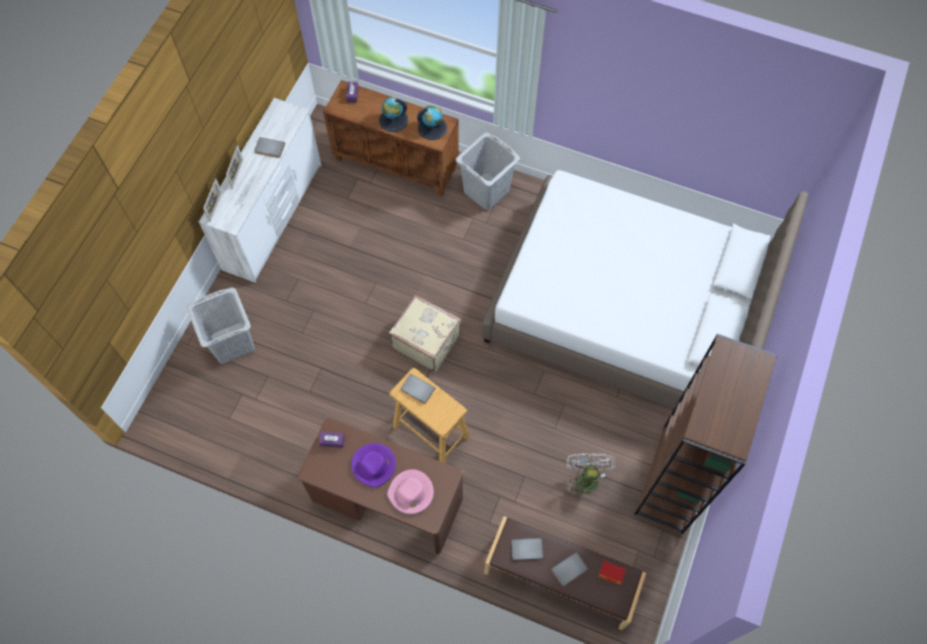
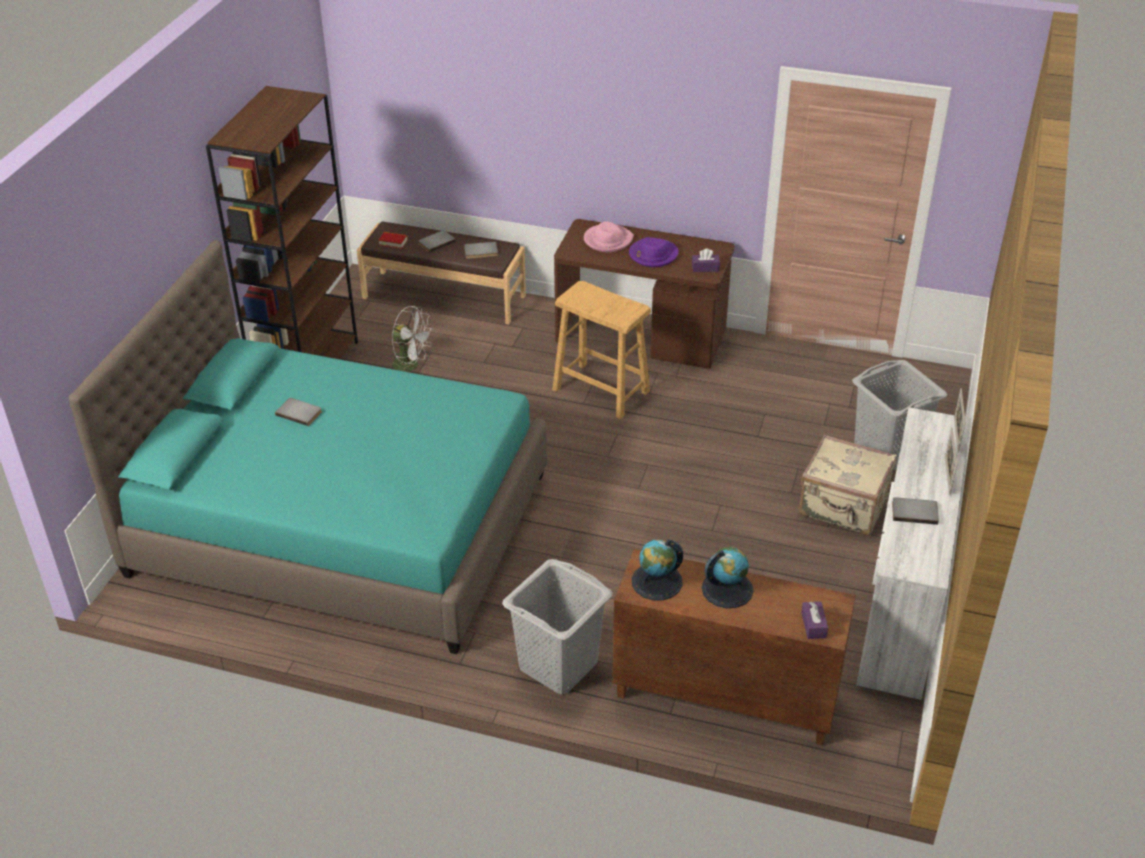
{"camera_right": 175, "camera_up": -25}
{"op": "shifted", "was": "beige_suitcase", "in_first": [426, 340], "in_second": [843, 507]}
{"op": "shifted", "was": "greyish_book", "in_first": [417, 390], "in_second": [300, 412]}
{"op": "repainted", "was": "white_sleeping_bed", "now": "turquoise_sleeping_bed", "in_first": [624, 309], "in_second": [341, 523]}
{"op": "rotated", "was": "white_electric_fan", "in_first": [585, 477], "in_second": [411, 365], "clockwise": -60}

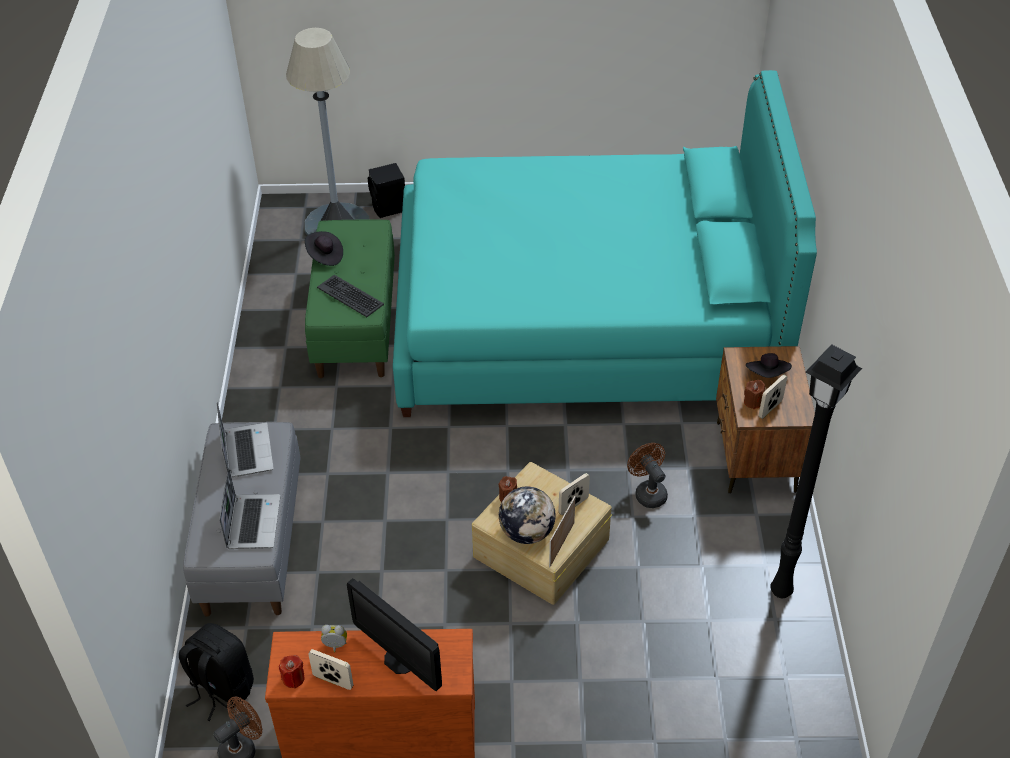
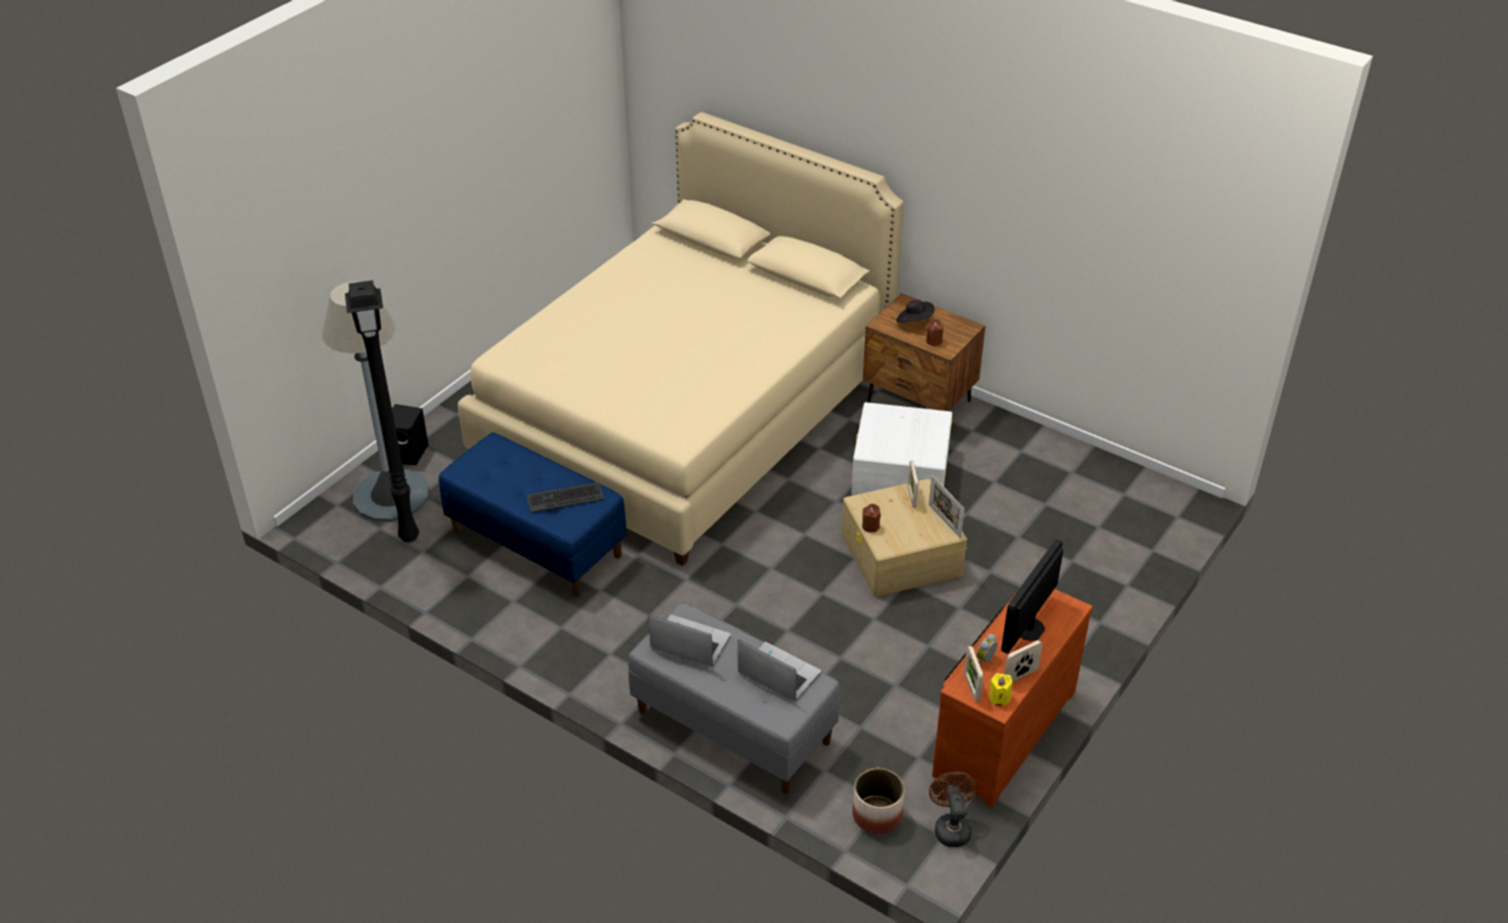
{"camera_right": -55, "camera_up": -5}
{"op": "gone", "was": "black_hat", "in_first": [325, 256]}
{"op": "gone", "was": "world_globe", "in_first": [527, 532]}
{"op": "shifted", "was": "picture_frame", "in_first": [770, 409], "in_second": [971, 687]}
{"op": "shifted", "was": "black_floor_lamp", "in_first": [781, 592], "in_second": [410, 537]}
{"op": "swapped", "was": "black_backpack", "now": "planter", "in_first": [221, 688], "in_second": [877, 815]}
{"op": "swapped", "was": "brown_electric_fan", "now": "white_storage_container", "in_first": [648, 492], "in_second": [900, 471]}
{"op": "repainted", "was": "red-coloured_wax_candle", "now": "yellow_wax_candle", "in_first": [293, 678], "in_second": [999, 698]}
{"op": "repainted", "was": "green_bench", "now": "bluish_bench", "in_first": [356, 324], "in_second": [538, 543]}
{"op": "repainted", "was": "turquoise_sleeping_bed", "now": "beige_sleeping_bed", "in_first": [584, 320], "in_second": [686, 412]}
{"op": "rotated", "was": "monitor", "in_first": [400, 660], "in_second": [1030, 629], "clockwise": 135}

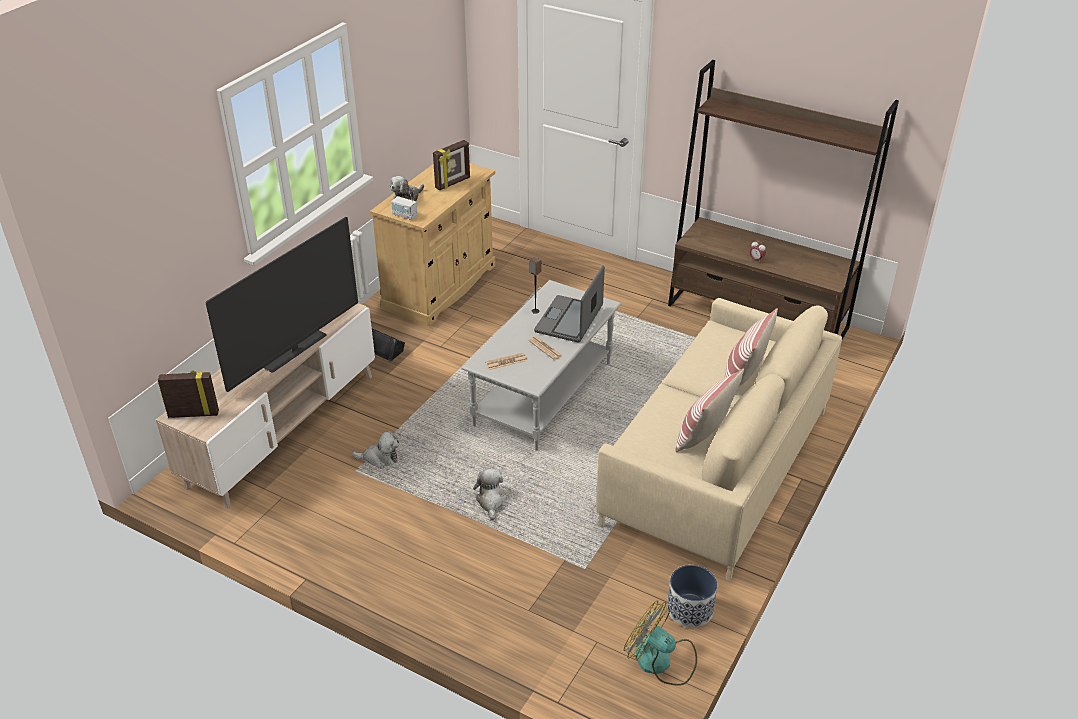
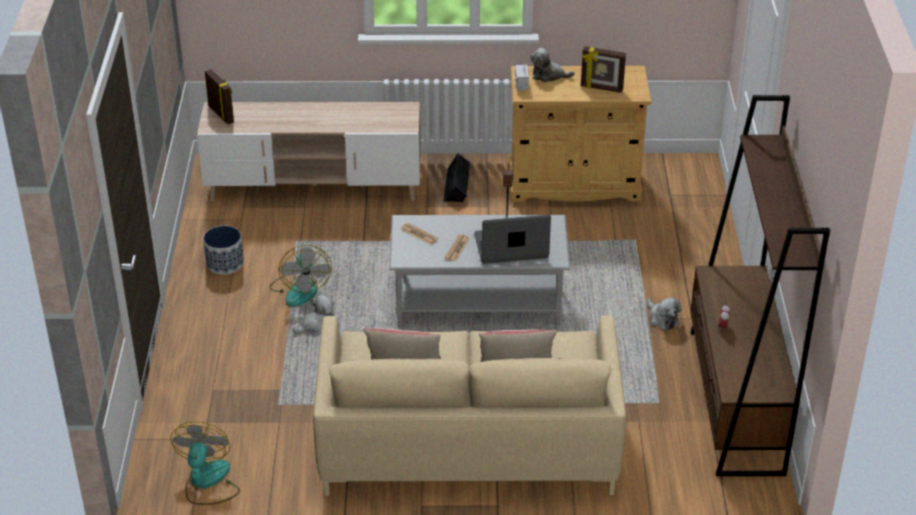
{"camera_right": 60, "camera_up": 0}
{"op": "gone", "was": "TV_set", "in_first": [295, 351]}
{"op": "new", "now": "electric_fan", "in_second": [300, 289]}
{"op": "shifted", "was": "soft_toy", "in_first": [380, 458], "in_second": [662, 319]}
{"op": "shifted", "was": "planter", "in_first": [690, 610], "in_second": [224, 263]}

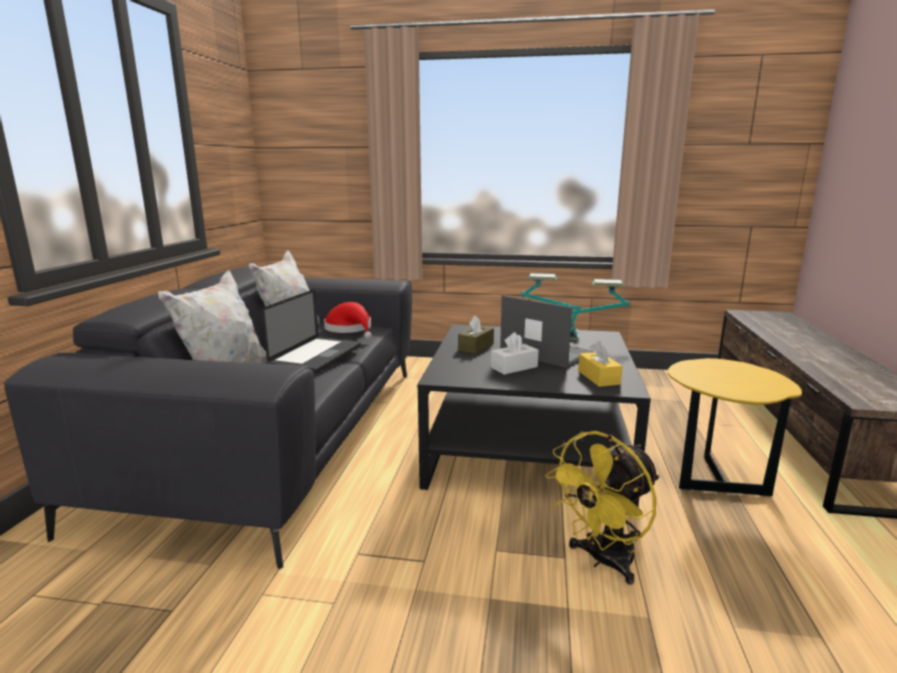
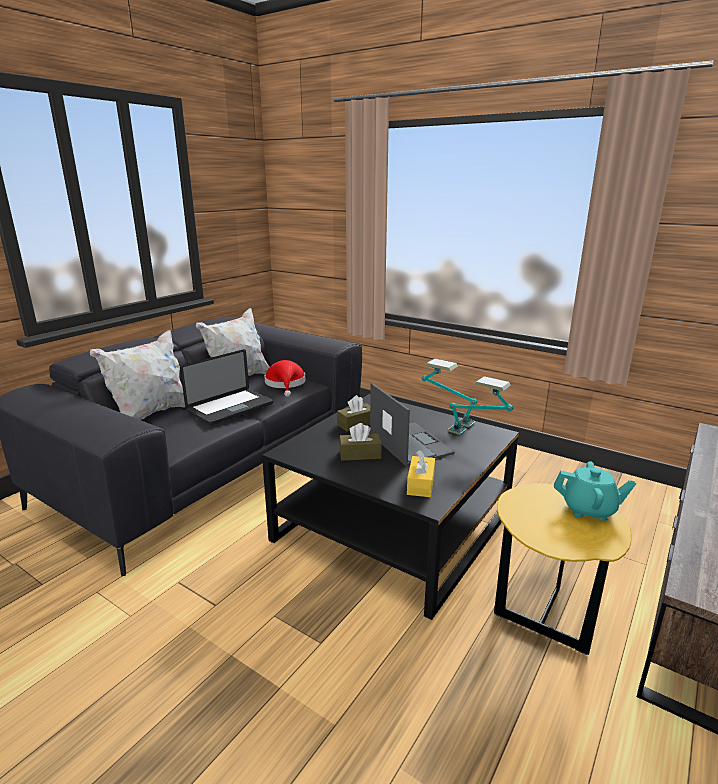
{"camera_right": 25, "camera_up": 5}
{"op": "gone", "was": "yellow_electric_fan", "in_first": [603, 561]}
{"op": "new", "now": "turquoise_pot_for_tea", "in_second": [589, 510]}
{"op": "repainted", "was": "white_tissue_holder", "now": "brown_tissue_holder", "in_first": [514, 367], "in_second": [360, 454]}

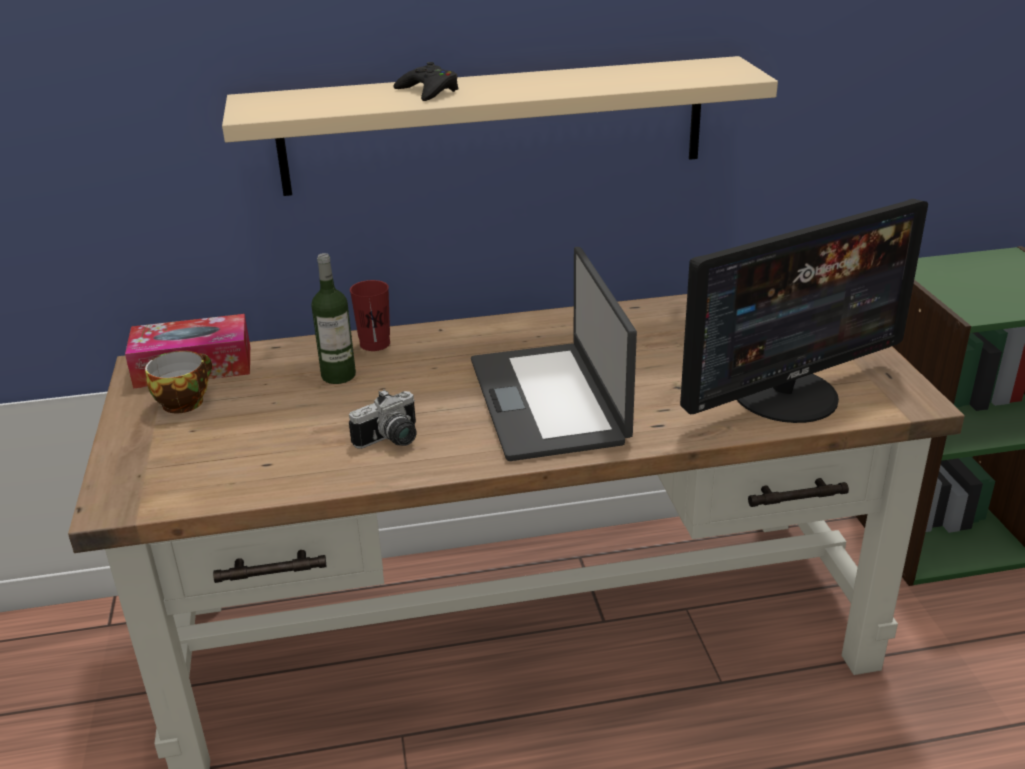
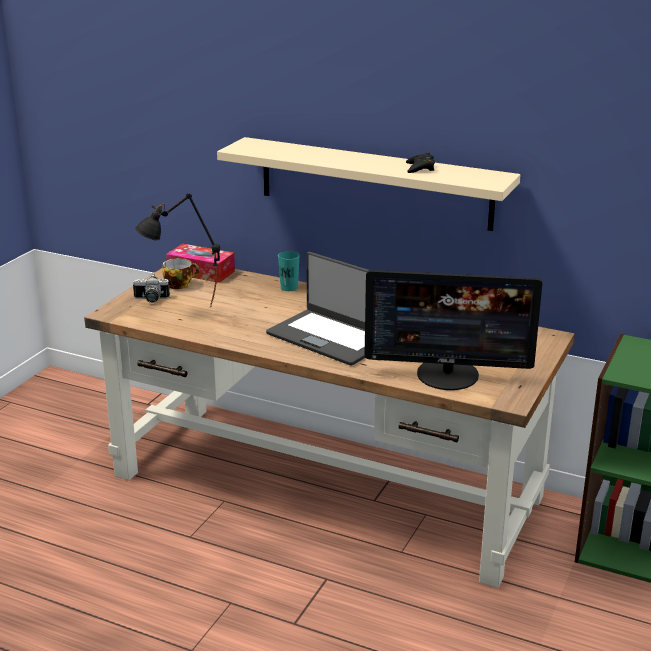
{"camera_right": 35, "camera_up": -5}
{"op": "gone", "was": "drink_bottle", "in_first": [338, 375]}
{"op": "new", "now": "black_table_lamp", "in_second": [182, 312]}
{"op": "shifted", "was": "photo_camera", "in_first": [391, 440], "in_second": [151, 300]}
{"op": "shifted", "was": "black_game_controller", "in_first": [428, 91], "in_second": [420, 168]}
{"op": "repainted", "was": "red-coloured_drinking_cup", "now": "turquoise_drinking_cup", "in_first": [375, 344], "in_second": [289, 288]}
{"op": "rotated", "was": "laptop", "in_first": [549, 400], "in_second": [330, 337], "clockwise": -75}

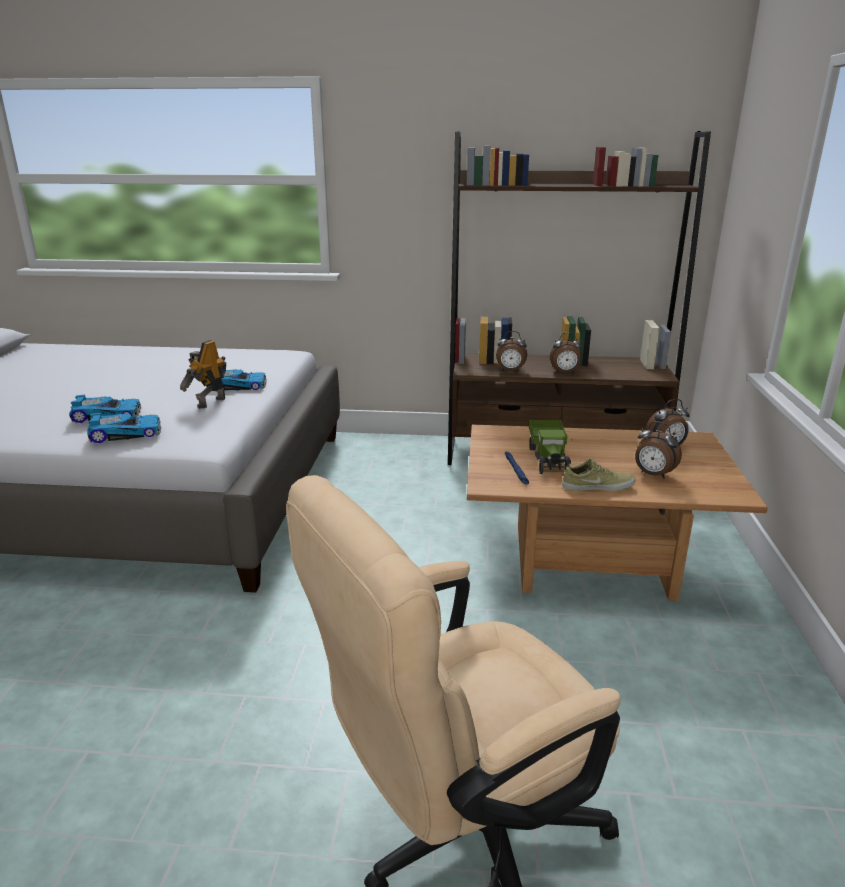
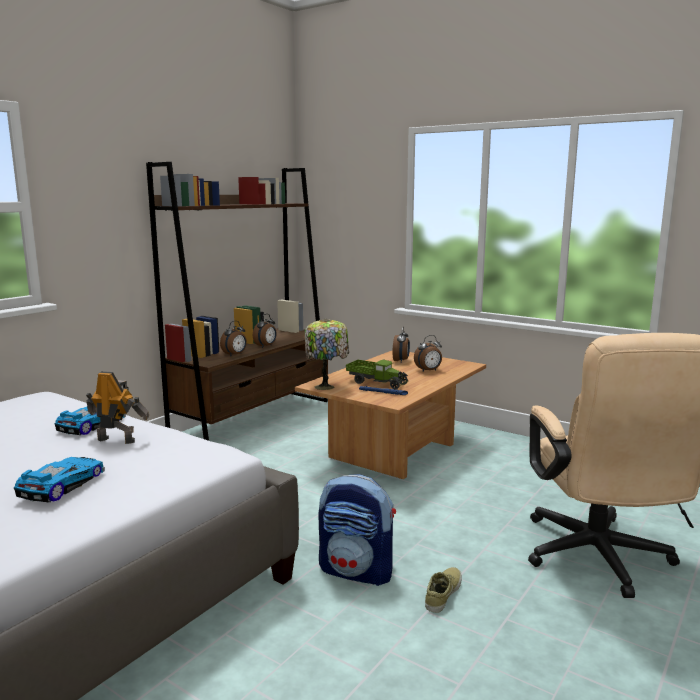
{"camera_right": -60, "camera_up": -10}
{"op": "gone", "was": "miniature_car", "in_first": [126, 433]}
{"op": "new", "now": "table_lamp", "in_second": [326, 387]}
{"op": "new", "now": "backpack", "in_second": [357, 571]}
{"op": "shifted", "was": "beige_low_shoe", "in_first": [597, 486], "in_second": [442, 593]}
{"op": "rotated", "was": "robot_figure", "in_first": [210, 402], "in_second": [117, 439], "clockwise": 135}

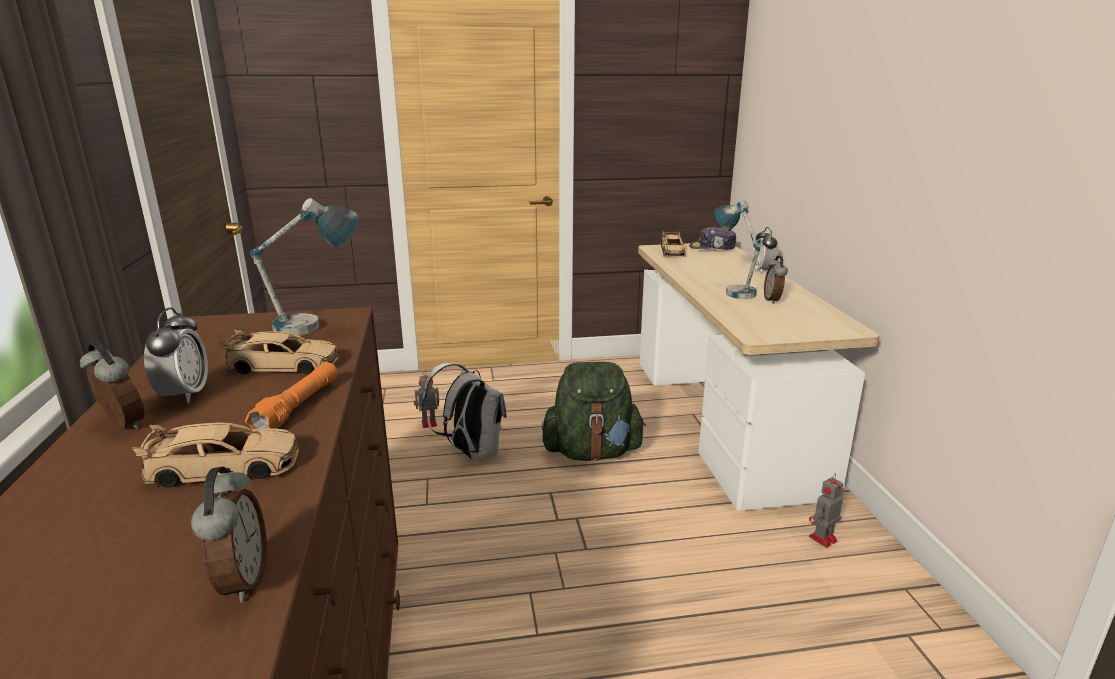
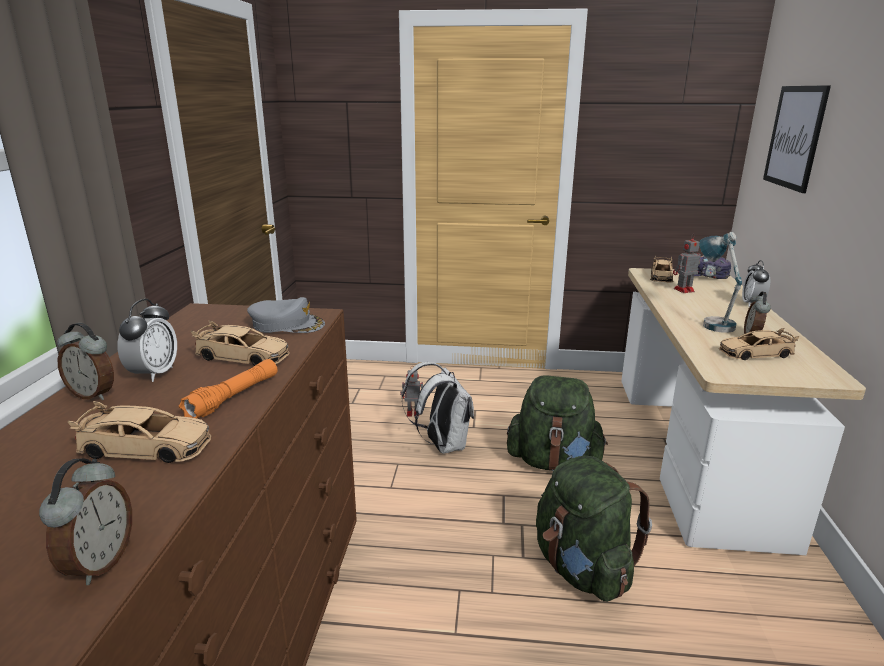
{"camera_right": 15, "camera_up": 0}
{"op": "new", "now": "green_backpack", "in_second": [582, 568]}
{"op": "new", "now": "beige_miniature_car", "in_second": [755, 353]}
{"op": "new", "now": "wall_art", "in_second": [794, 137]}
{"op": "shifted", "was": "robot_figure", "in_first": [822, 539], "in_second": [683, 290]}
{"op": "swapped", "was": "table_lamp", "now": "greyish_cap", "in_first": [316, 328], "in_second": [287, 324]}
{"op": "rotated", "was": "bedside_clock", "in_first": [121, 425], "in_second": [94, 394], "clockwise": 150}

